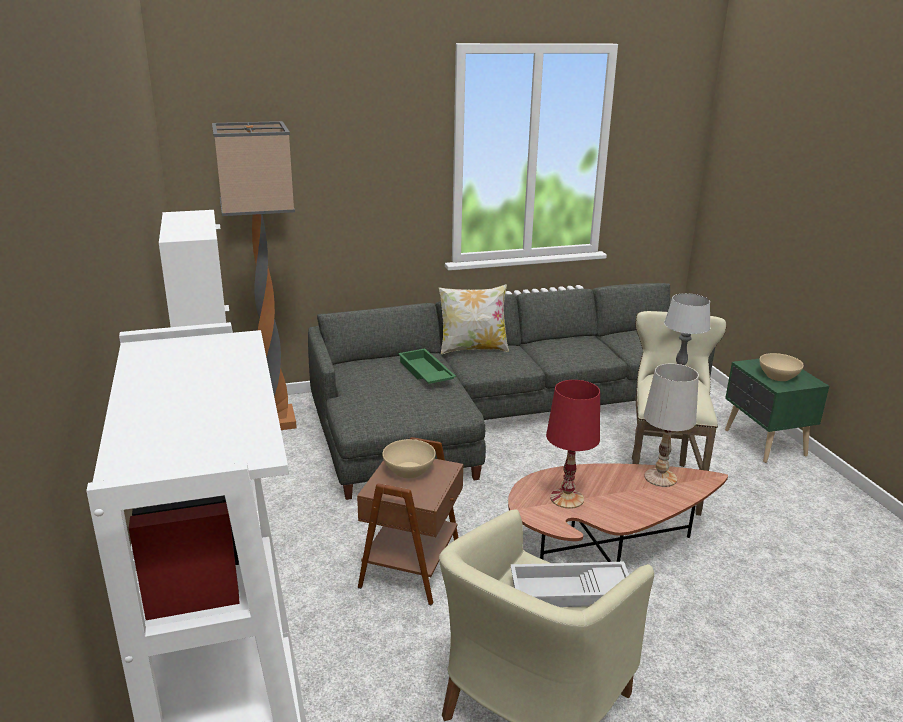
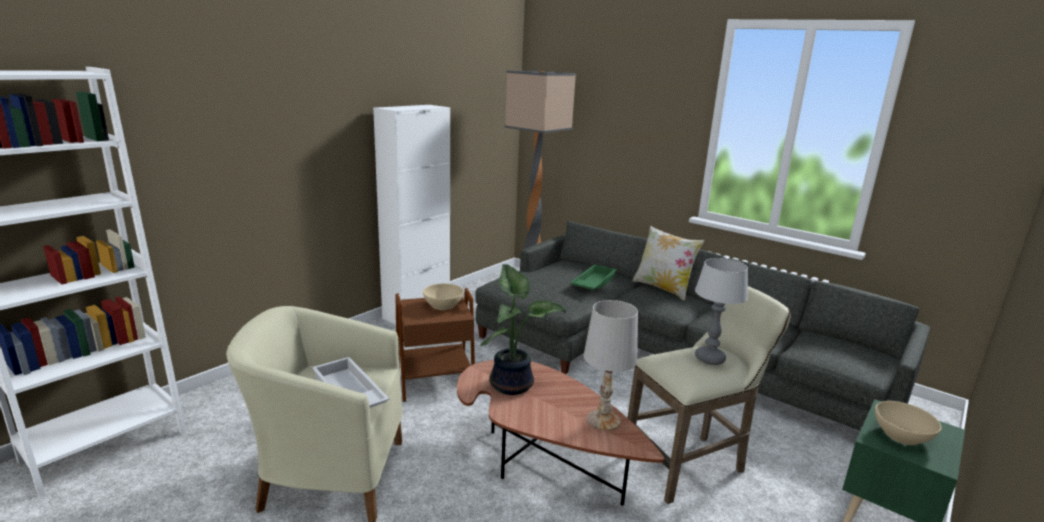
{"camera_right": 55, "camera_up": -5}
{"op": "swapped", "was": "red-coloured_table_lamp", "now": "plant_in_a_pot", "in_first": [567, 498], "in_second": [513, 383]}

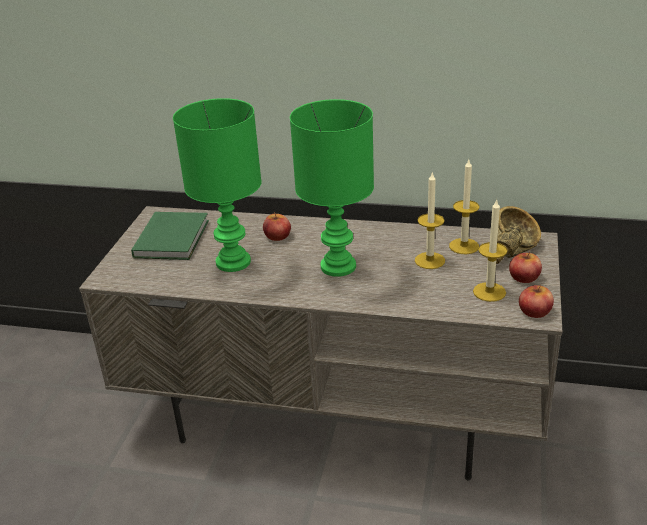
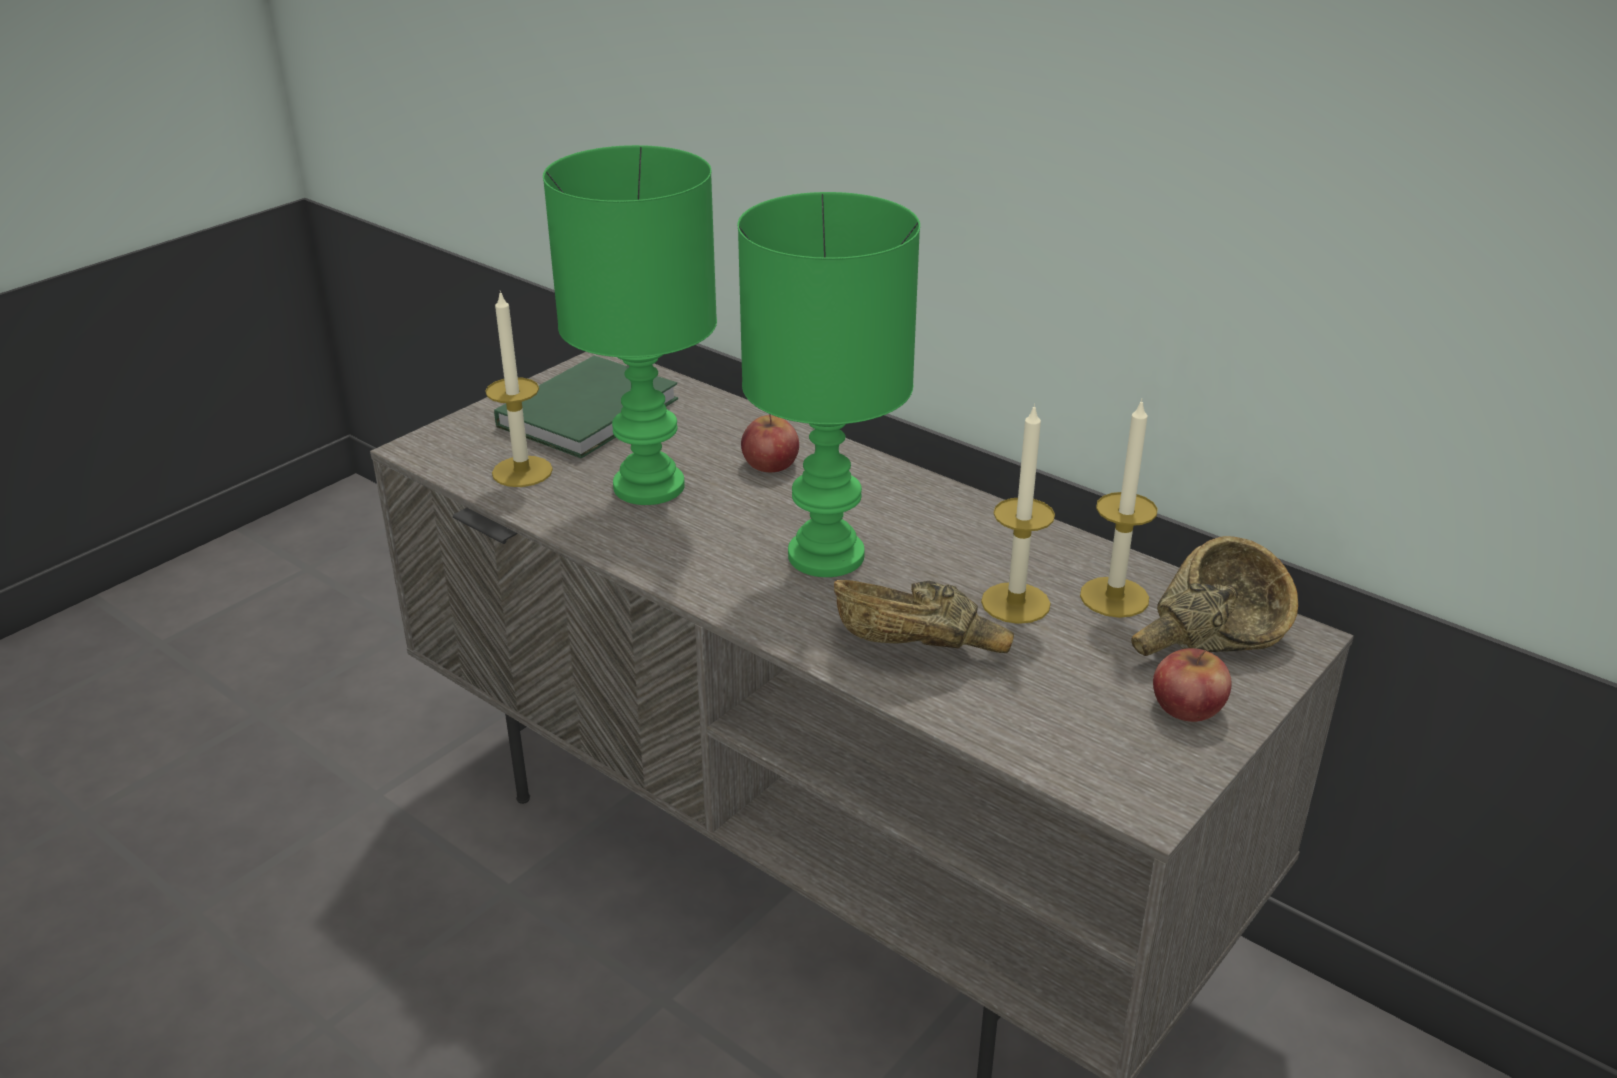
{"camera_right": 25, "camera_up": 0}
{"op": "gone", "was": "apple", "in_first": [534, 311]}
{"op": "new", "now": "brown_bowl", "in_second": [921, 644]}
{"op": "shifted", "was": "wax_candle", "in_first": [489, 292], "in_second": [522, 471]}

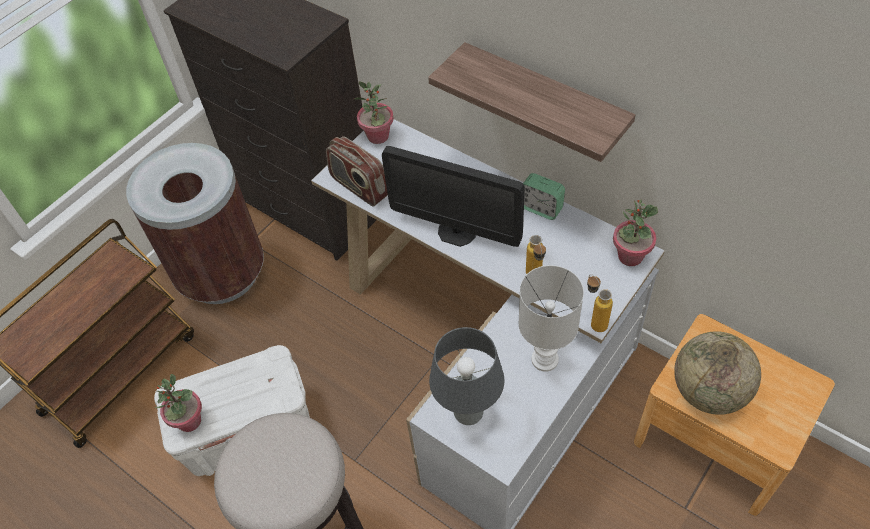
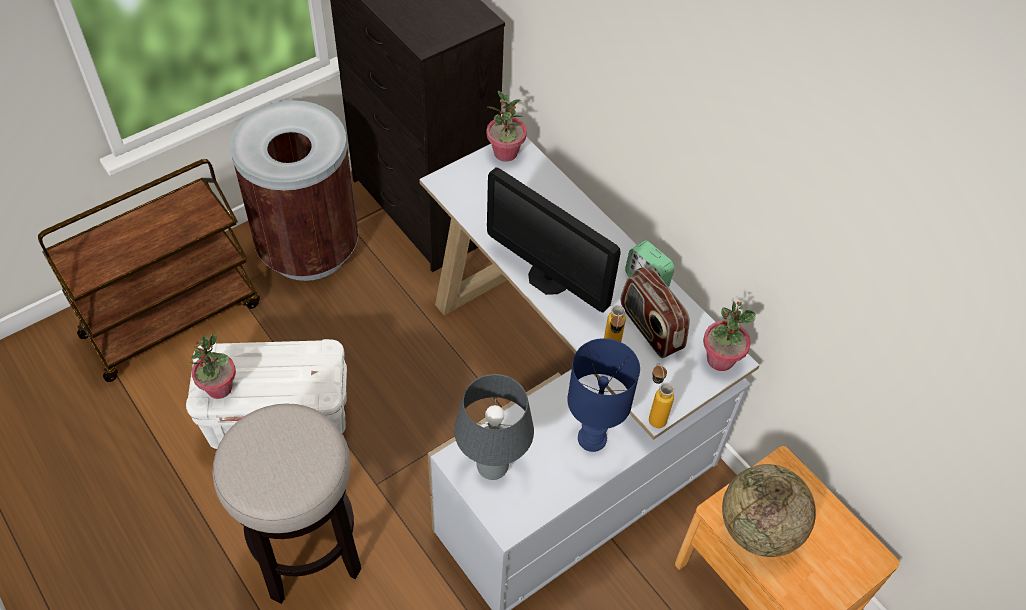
{"camera_right": 10, "camera_up": 0}
{"op": "gone", "was": "shelf", "in_first": [544, 101]}
{"op": "shifted", "was": "radio_set", "in_first": [359, 187], "in_second": [650, 328]}
{"op": "repainted", "was": "white_table_lamp", "now": "bluish_table_lamp", "in_first": [543, 360], "in_second": [590, 439]}

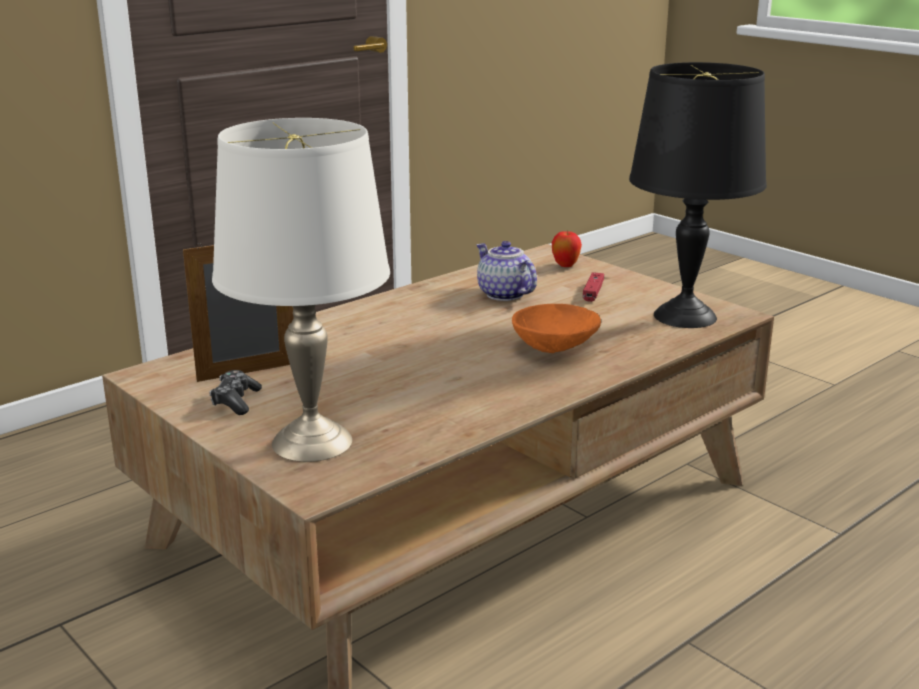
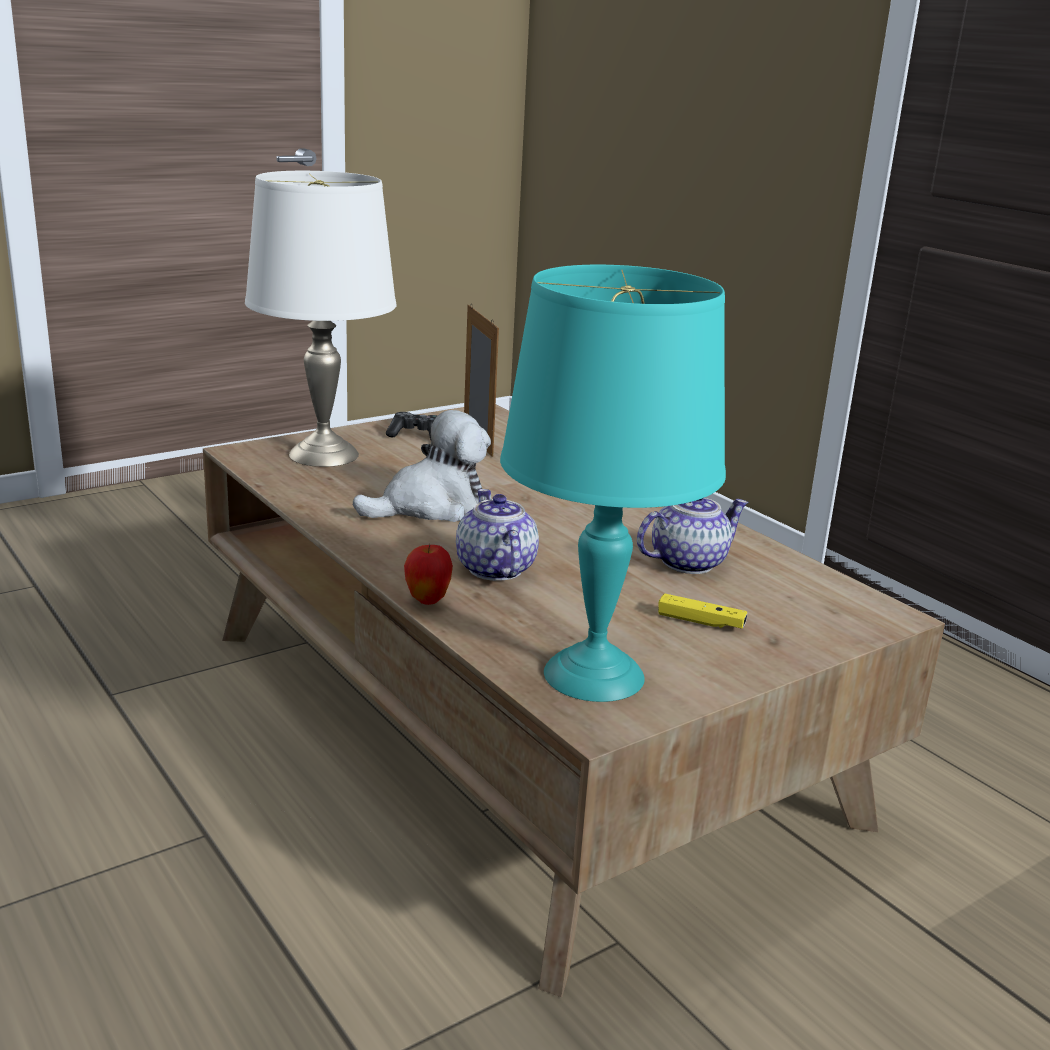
{"camera_right": 95, "camera_up": 0}
{"op": "new", "now": "soft_toy", "in_second": [430, 506]}
{"op": "shifted", "was": "apple", "in_first": [565, 266], "in_second": [427, 600]}
{"op": "swapped", "was": "orange-coloured_bowl", "now": "pot_for_tea", "in_first": [556, 348], "in_second": [495, 569]}
{"op": "repainted", "was": "red-coloured_game_controller", "now": "yellow_game_controller", "in_first": [593, 292], "in_second": [700, 622]}
{"op": "repainted", "was": "black_table_lamp", "now": "turquoise_table_lamp", "in_first": [686, 316], "in_second": [594, 675]}

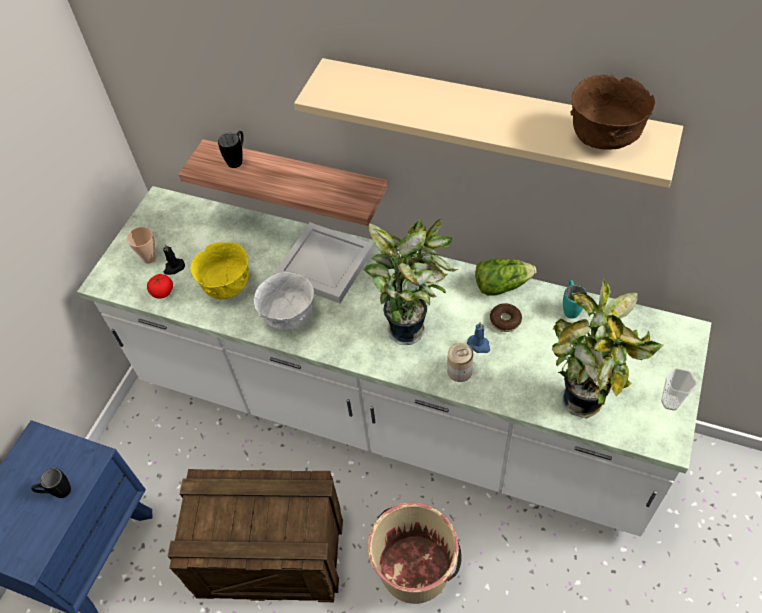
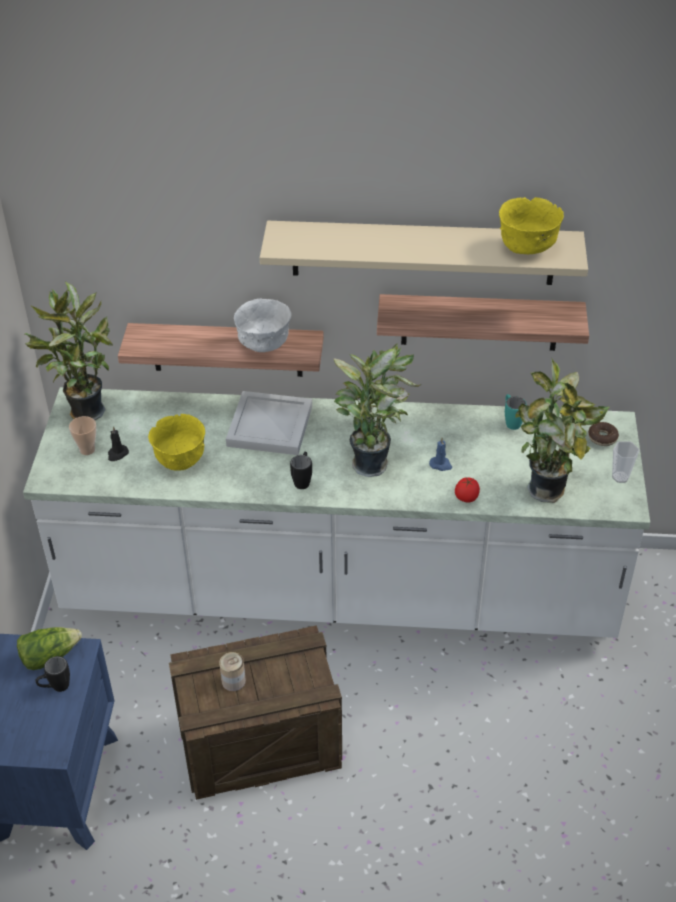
{"camera_right": -20, "camera_up": -10}
{"op": "gone", "was": "beige_pail", "in_first": [415, 568]}
{"op": "new", "now": "plant_in_a_pot", "in_second": [83, 411]}
{"op": "new", "now": "shelf", "in_second": [479, 322]}
{"op": "shifted", "was": "fresh_tomato", "in_first": [163, 292], "in_second": [466, 497]}
{"op": "shifted", "was": "black_mug", "in_first": [237, 159], "in_second": [303, 480]}
{"op": "shifted", "was": "white_bowl", "in_first": [289, 317], "in_second": [264, 345]}
{"op": "shifted", "was": "metal_can", "in_first": [459, 371], "in_second": [233, 681]}
{"op": "shifted", "was": "head_of_lettuce", "in_first": [501, 285], "in_second": [49, 656]}
{"op": "shifted", "was": "doughnut", "in_first": [505, 320], "in_second": [602, 437]}
{"op": "repainted", "was": "brown_bowl", "now": "yellow_bowl", "in_first": [603, 139], "in_second": [527, 248]}

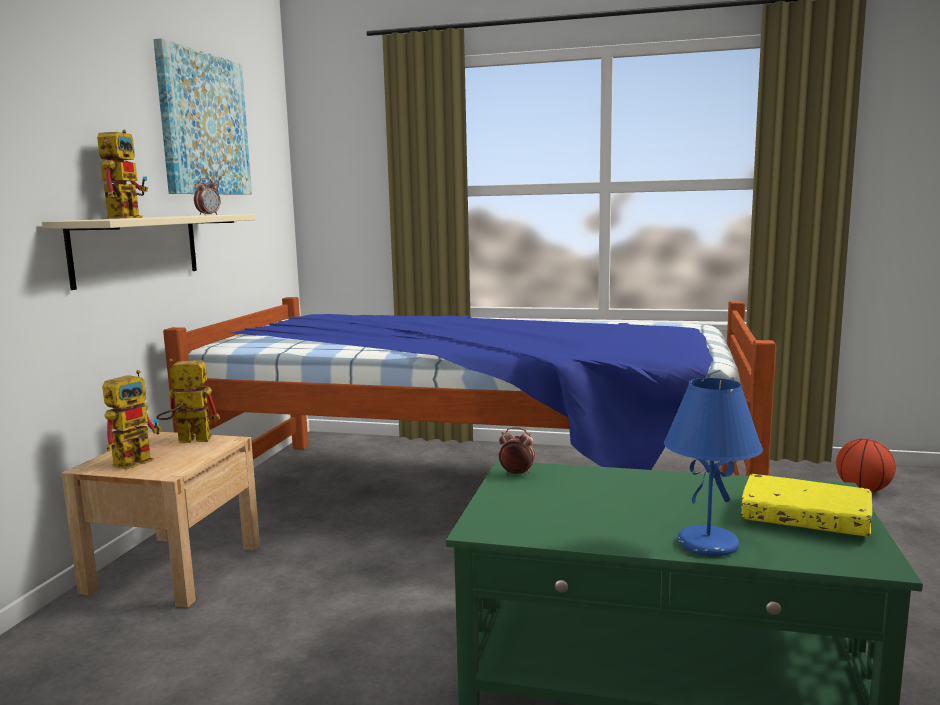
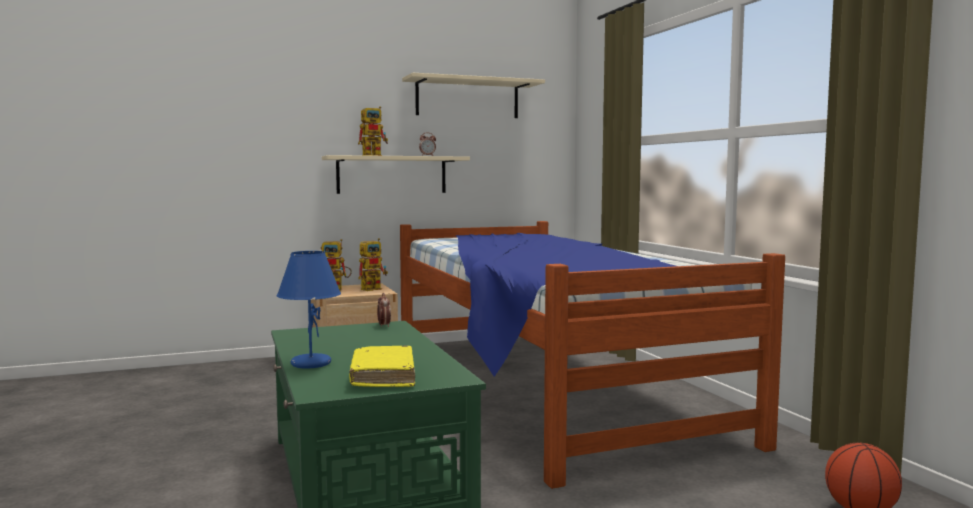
{"camera_right": 55, "camera_up": -5}
{"op": "swapped", "was": "wall_art", "now": "beige_shelf", "in_first": [203, 124], "in_second": [467, 99]}
{"op": "rotated", "was": "robot_figure", "in_first": [187, 441], "in_second": [374, 288], "clockwise": 90}

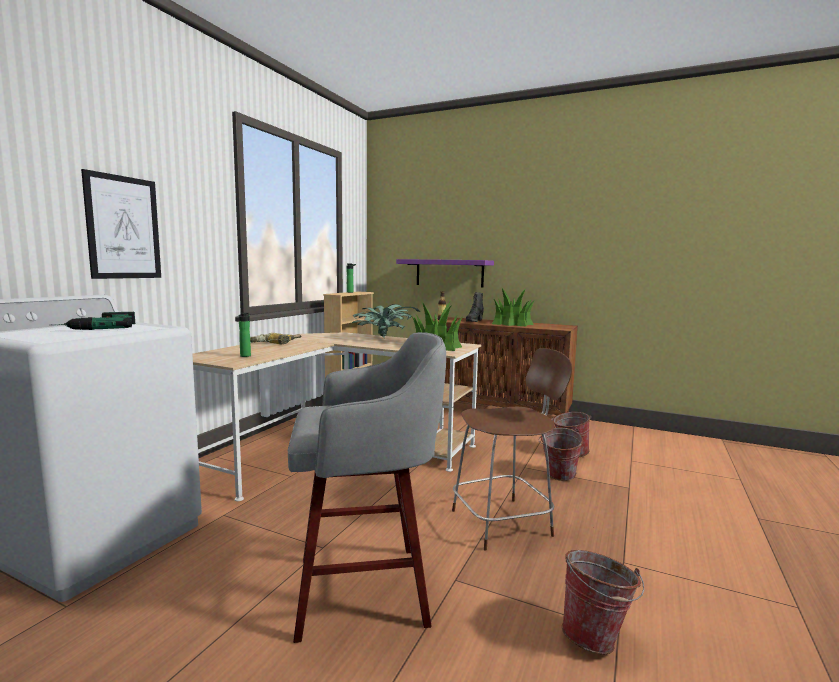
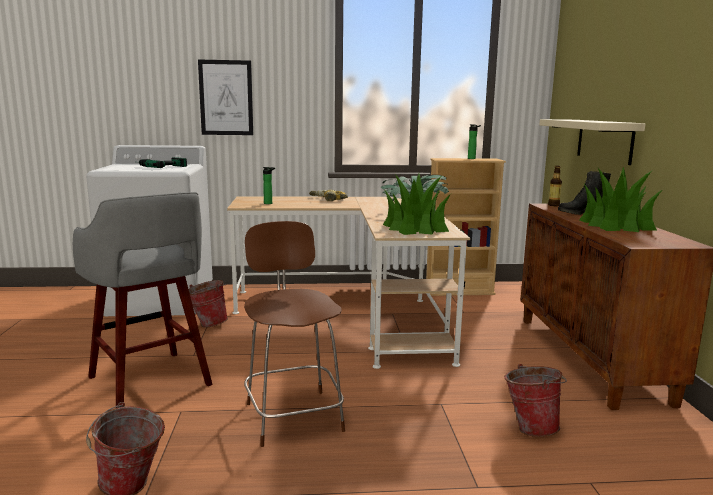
{"camera_right": 60, "camera_up": 5}
{"op": "shifted", "was": "pail", "in_first": [558, 477], "in_second": [208, 324]}
{"op": "repainted", "was": "purplish_shelf", "now": "beige_shelf", "in_first": [449, 273], "in_second": [604, 140]}
{"op": "rotated", "was": "brown_upright_chair", "in_first": [504, 522], "in_second": [293, 415], "clockwise": -150}

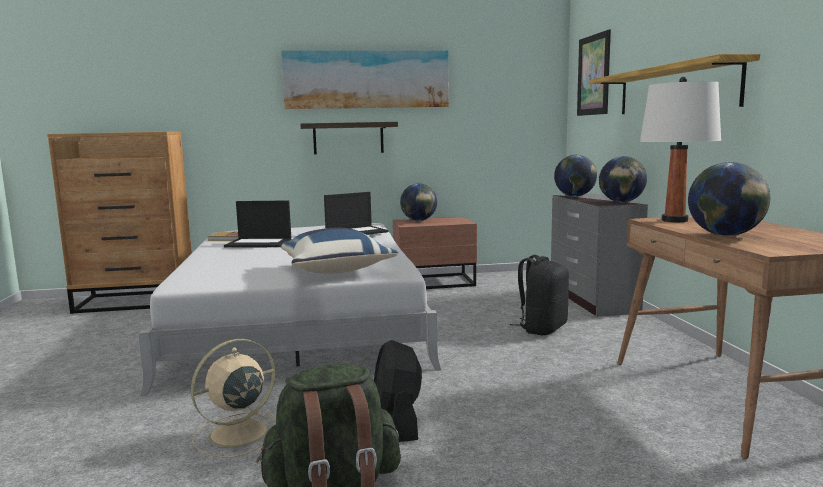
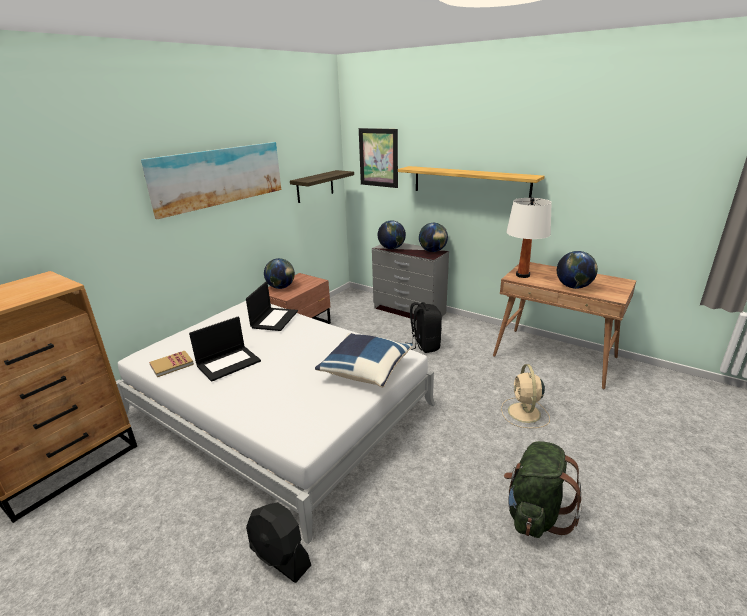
{"camera_right": -45, "camera_up": 15}
{"op": "shifted", "was": "beige_electric_fan", "in_first": [236, 434], "in_second": [524, 413]}
{"op": "shifted", "was": "shelf", "in_first": [348, 138], "in_second": [315, 186]}
{"op": "shifted", "was": "black_electric_fan", "in_first": [397, 422], "in_second": [280, 557]}

